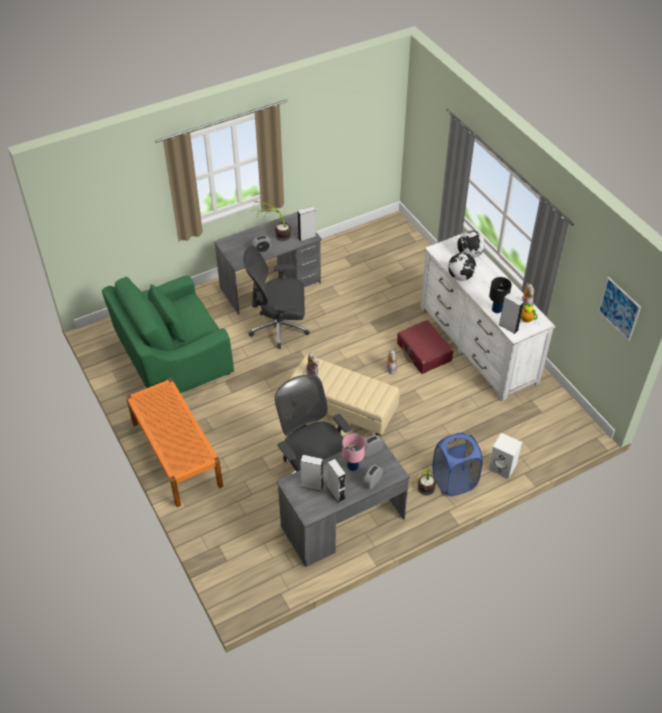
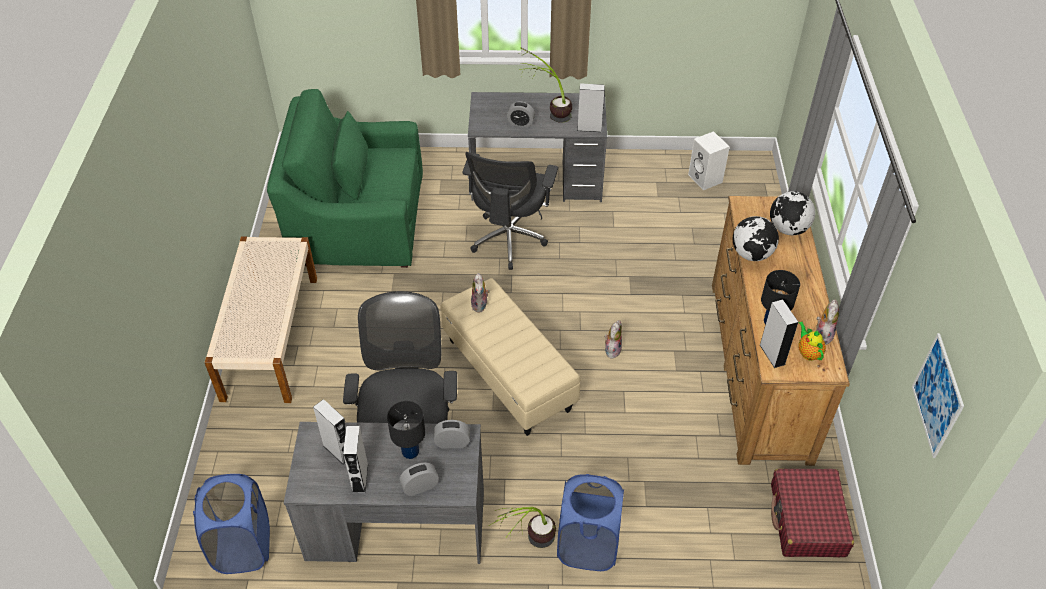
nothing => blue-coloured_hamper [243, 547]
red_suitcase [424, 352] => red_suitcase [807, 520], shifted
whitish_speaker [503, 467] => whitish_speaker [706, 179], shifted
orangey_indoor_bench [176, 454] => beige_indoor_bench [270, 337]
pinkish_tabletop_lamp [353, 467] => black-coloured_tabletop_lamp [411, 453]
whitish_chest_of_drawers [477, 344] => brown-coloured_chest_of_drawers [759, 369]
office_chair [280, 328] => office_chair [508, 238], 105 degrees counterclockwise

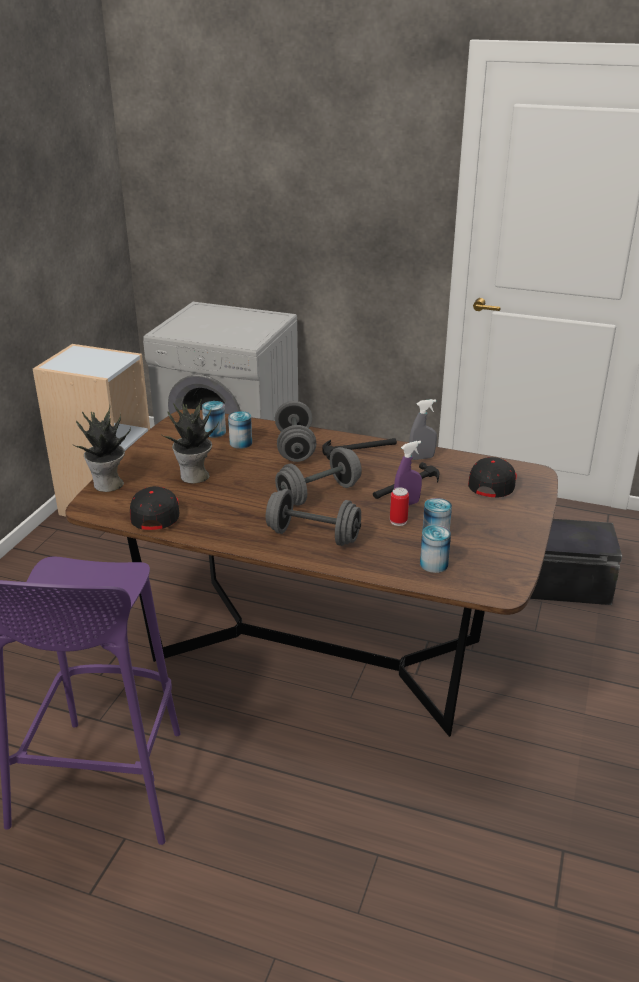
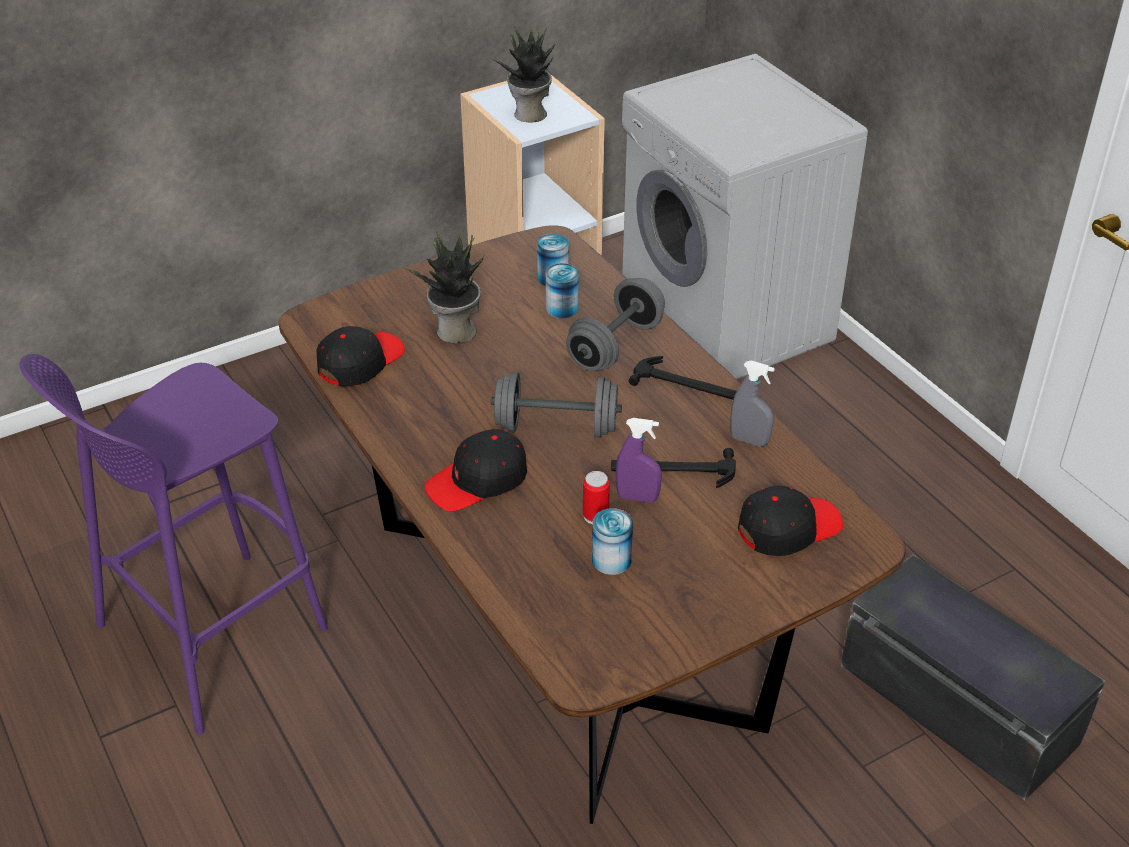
sealed_can [433, 564] => nothing
plant_in_a_pot [108, 485] => plant_in_a_pot [529, 115], shifted
grey_hand_weight [313, 536] => black-coloured_peaked_cap [478, 481]

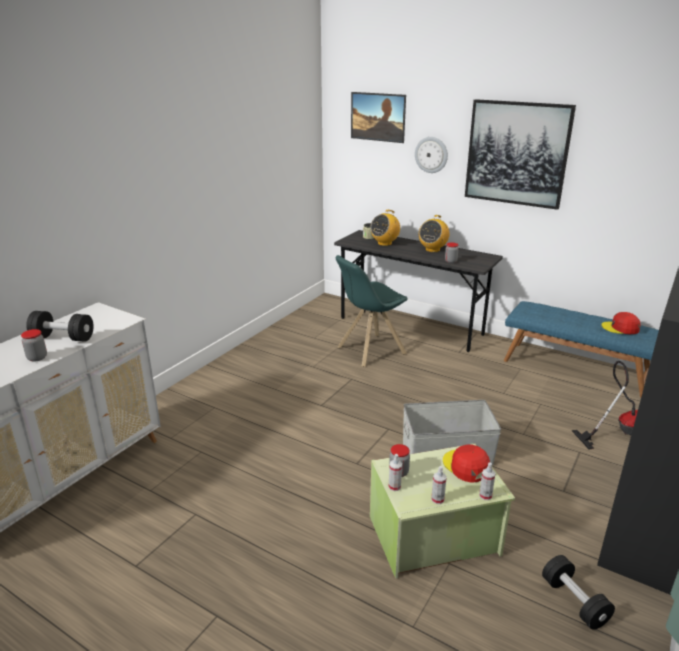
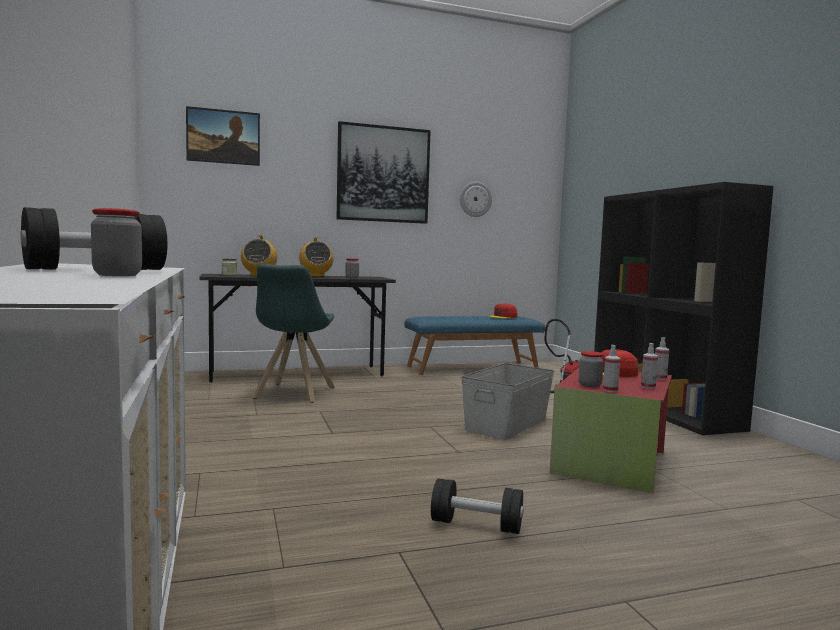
hanging_clock [431, 154] => hanging_clock [475, 199], shifted
black-coloured_hand_weight [574, 601] => black-coloured_hand_weight [476, 525], shifted
greenish_storage_bin [435, 537] => red_storage_bin [612, 462]

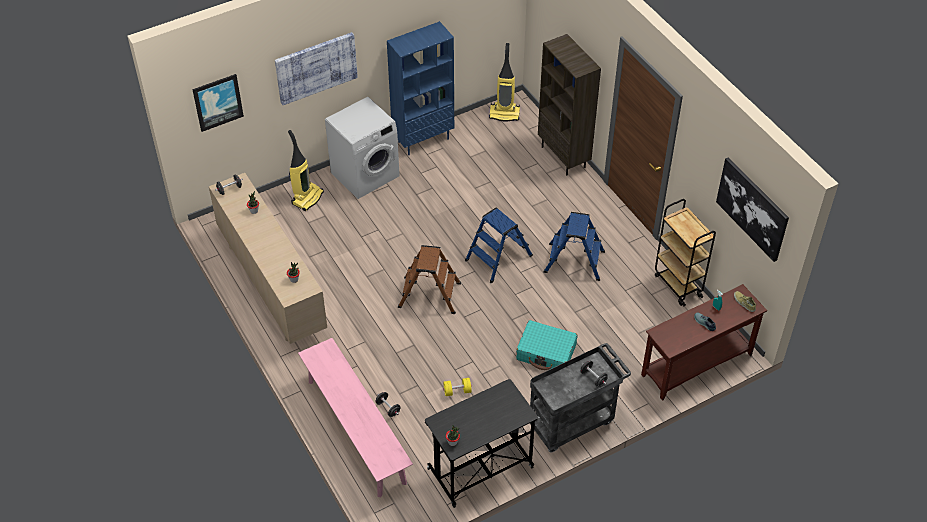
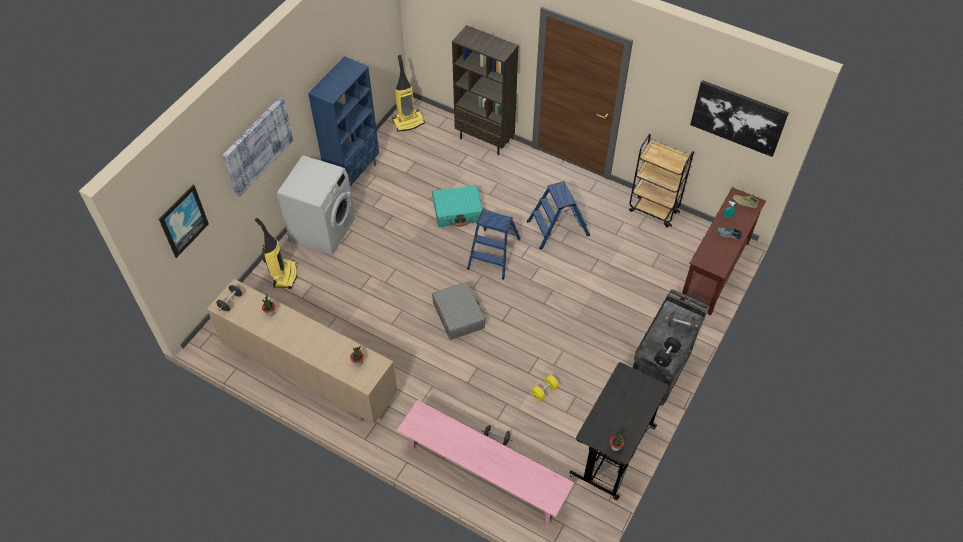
nothing => black-coloured_hand_weight [666, 356]
turquoise_suitcase [546, 352] => turquoise_suitcase [458, 211], shifted
brown-coloured_stepladder [429, 295] => grey_suitcase [458, 315]

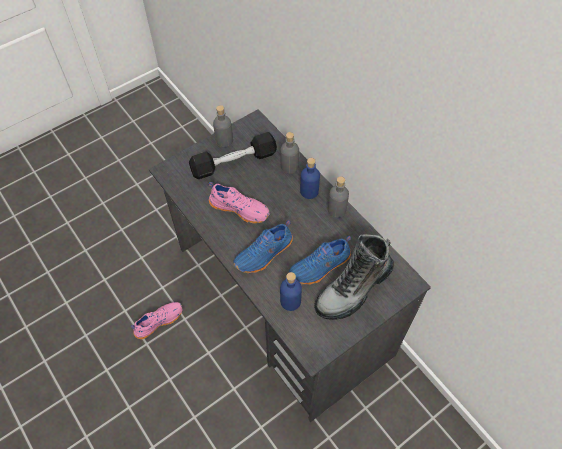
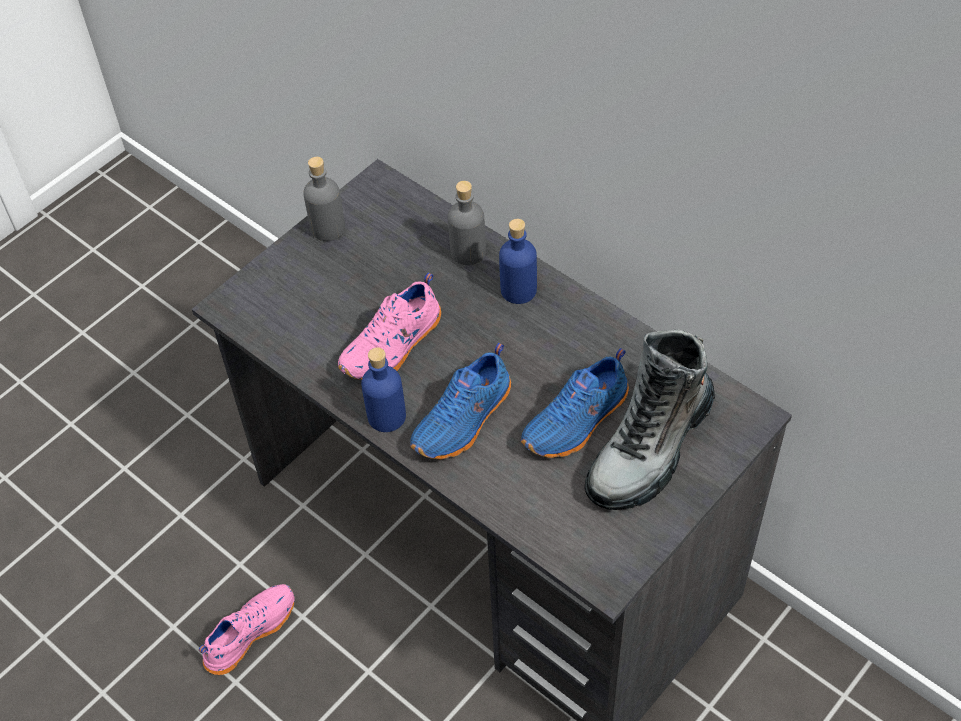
black-coloured_hand_weight [234, 162] => nothing
grey_beverage_bottle [336, 209] => nothing
blue-coloured_beverage_bottle [290, 301] => blue-coloured_beverage_bottle [386, 416], shifted
pinkish_shoe [240, 208] => pinkish_shoe [393, 346], 120 degrees clockwise

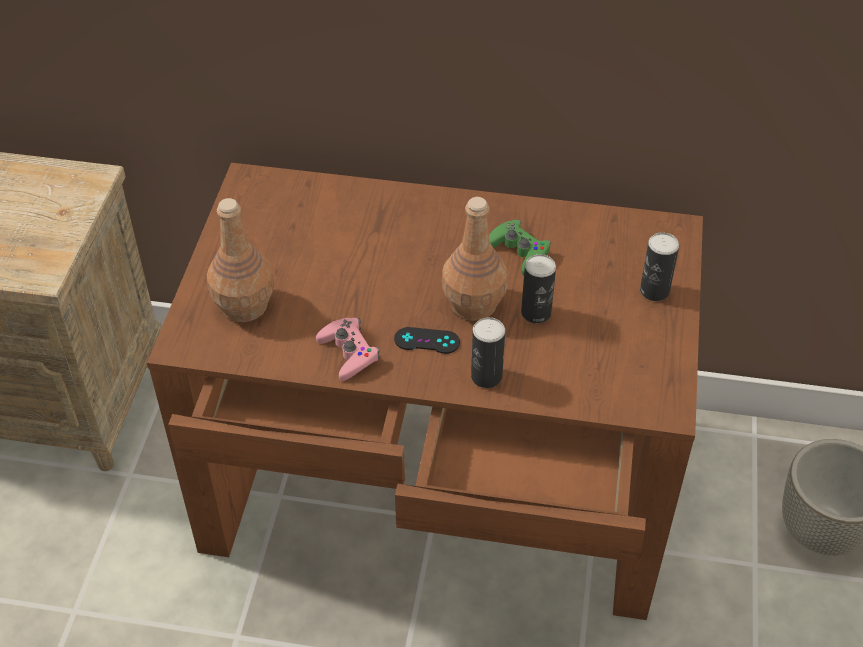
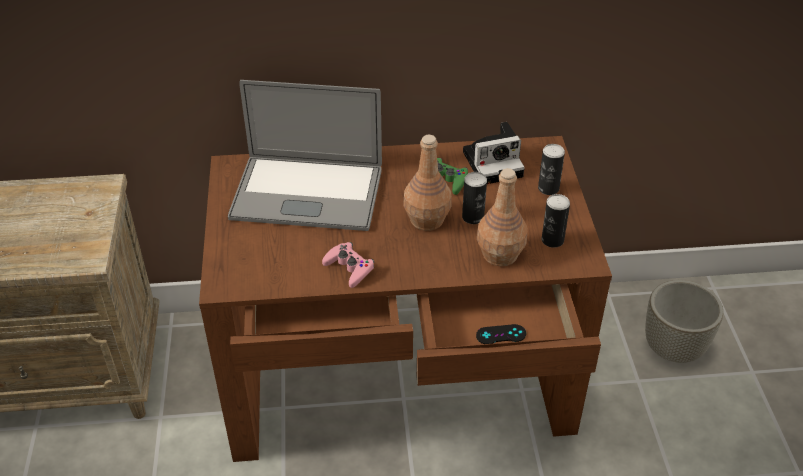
nothing => portable_computer [307, 193]
nothing => still_camera [494, 163]
brown-coloured_beverage_bottle [245, 305] => brown-coloured_beverage_bottle [500, 254], shifted
black-coloured_joypad [427, 341] => black-coloured_joypad [501, 335], shifted
sealed_can [486, 376] => sealed_can [552, 240], shifted

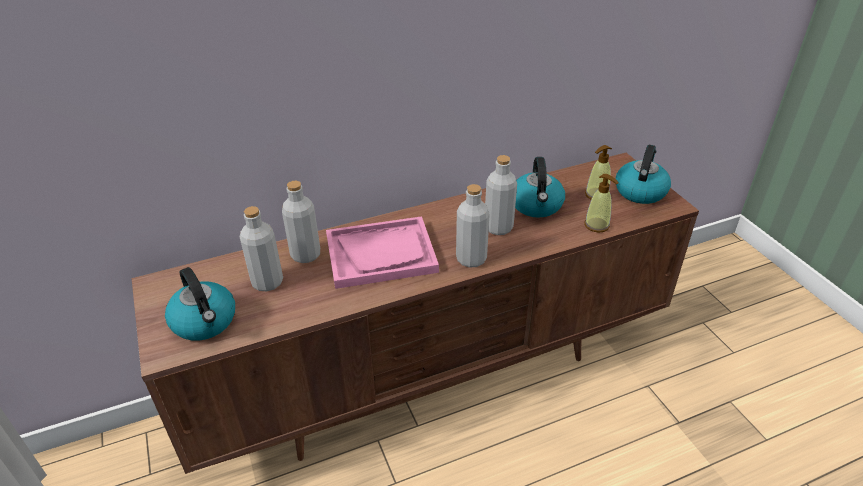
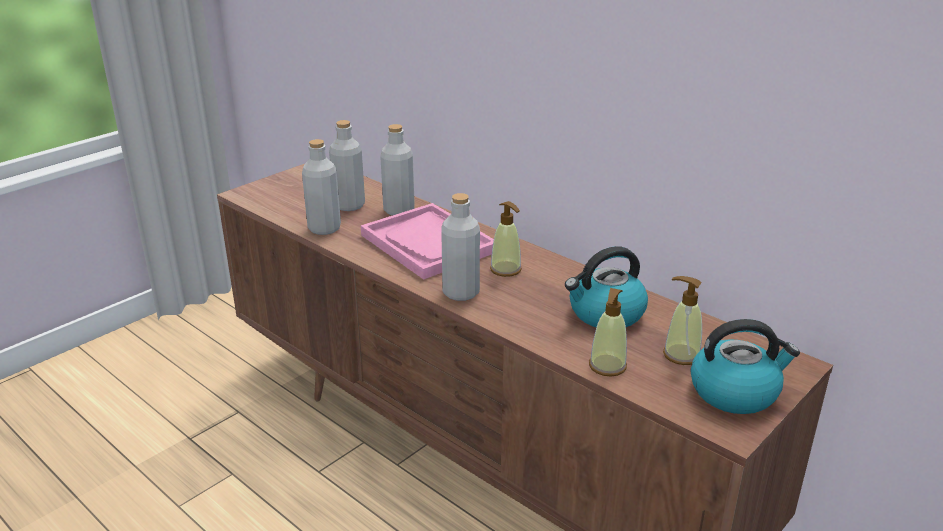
water_kettle [205, 322] => nothing
nothing => soap_bottle [506, 269]
grey_beverage_bottle [498, 227] => grey_beverage_bottle [324, 228], shifted

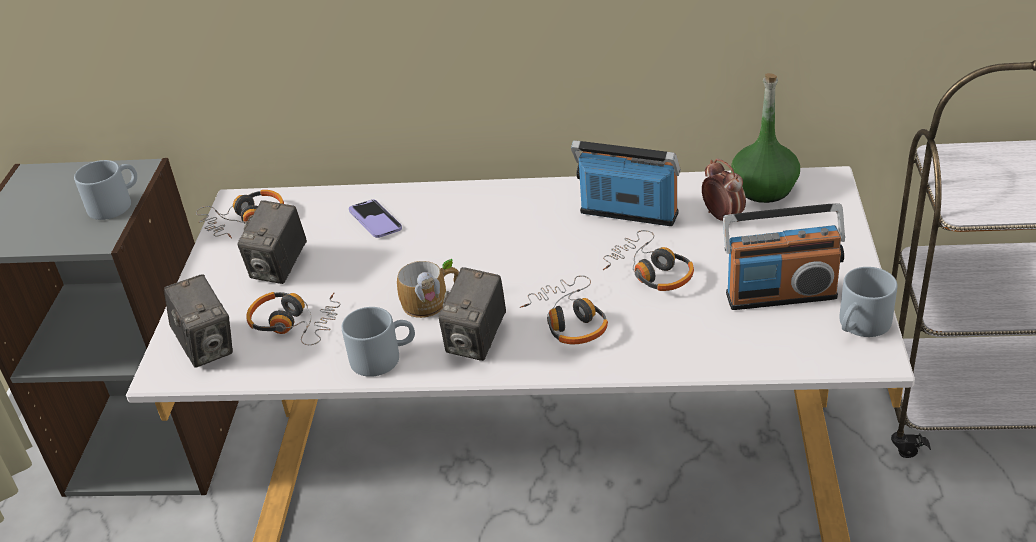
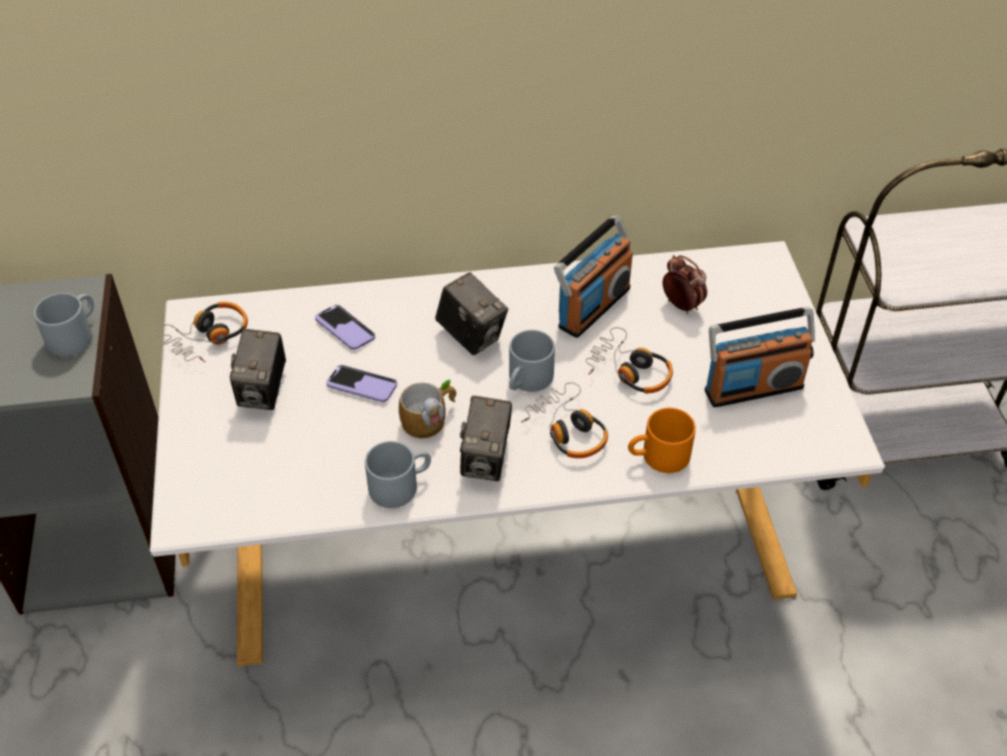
pair_of_headphones [295, 324] => nothing
greenish_beverage_bottle [764, 188] => nothing
nothing => telephone [362, 385]
nothing => orangey_tea_mug [658, 457]
still_camera [207, 347] => still_camera [471, 335], shifted
grey_tea_mug [861, 326] => grey_tea_mug [527, 381], shifted
radio_set [628, 214] => radio_set [593, 307], 120 degrees clockwise

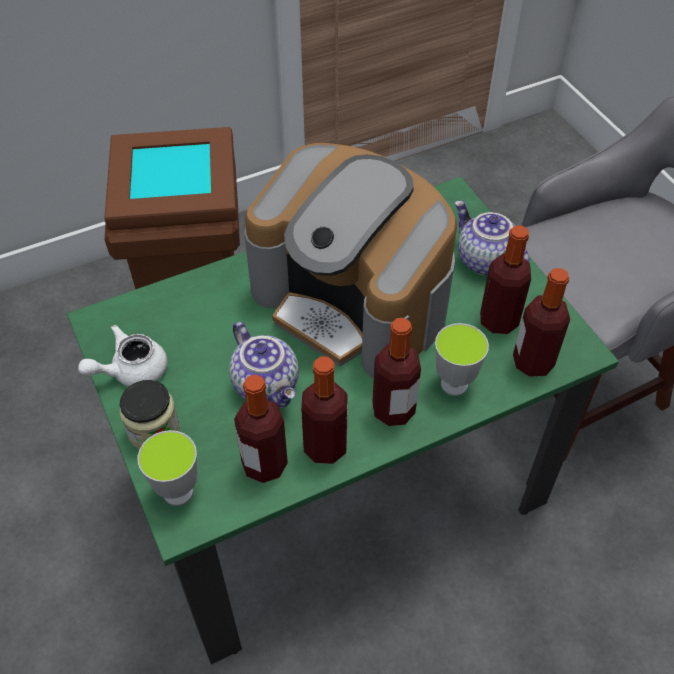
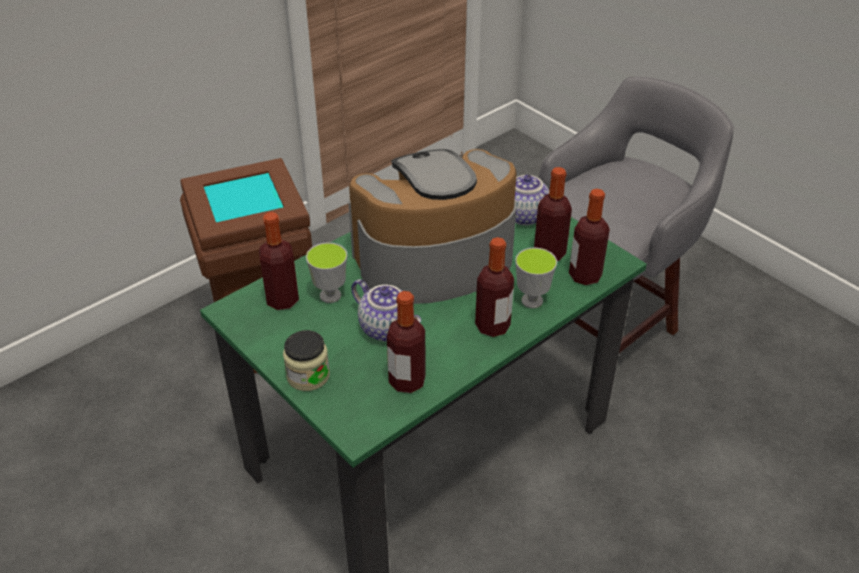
whitish_pot_for_tea [131, 371] => nothing
cup [178, 492] => cup [330, 295], shifted
beverage_bottle [325, 447] => beverage_bottle [282, 300], shifted
coffee_maker [353, 302] => coffee_maker [433, 260], 135 degrees clockwise

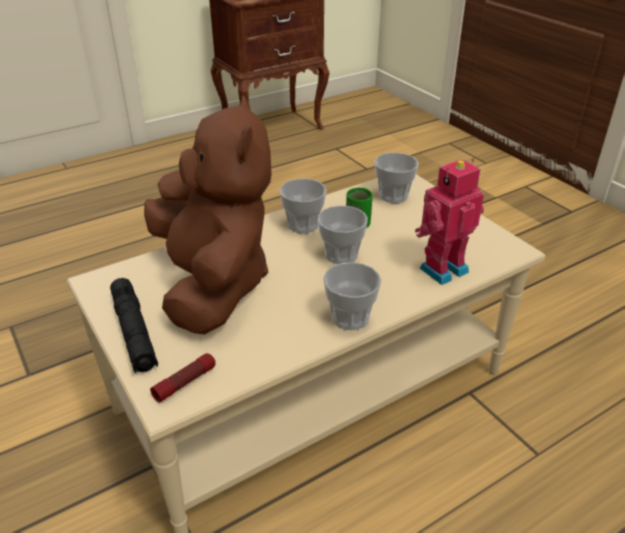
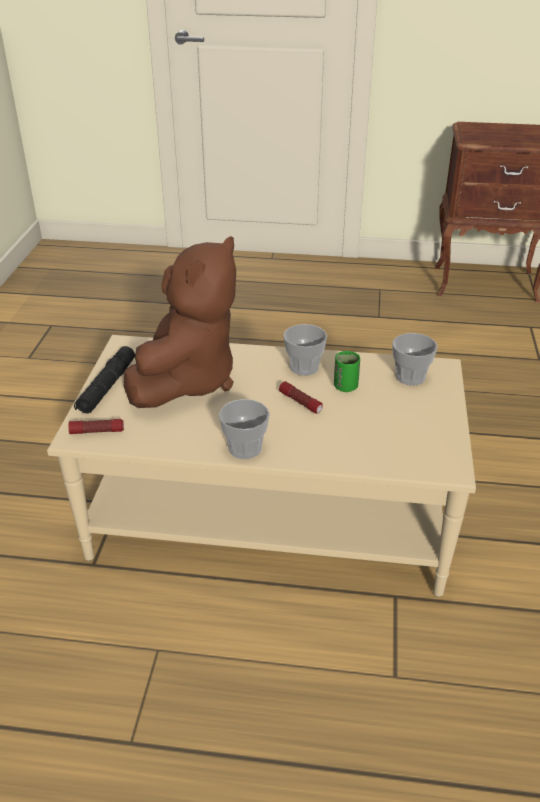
model_robot [441, 268] => nothing
cup [341, 255] => hand_torch [300, 402]

